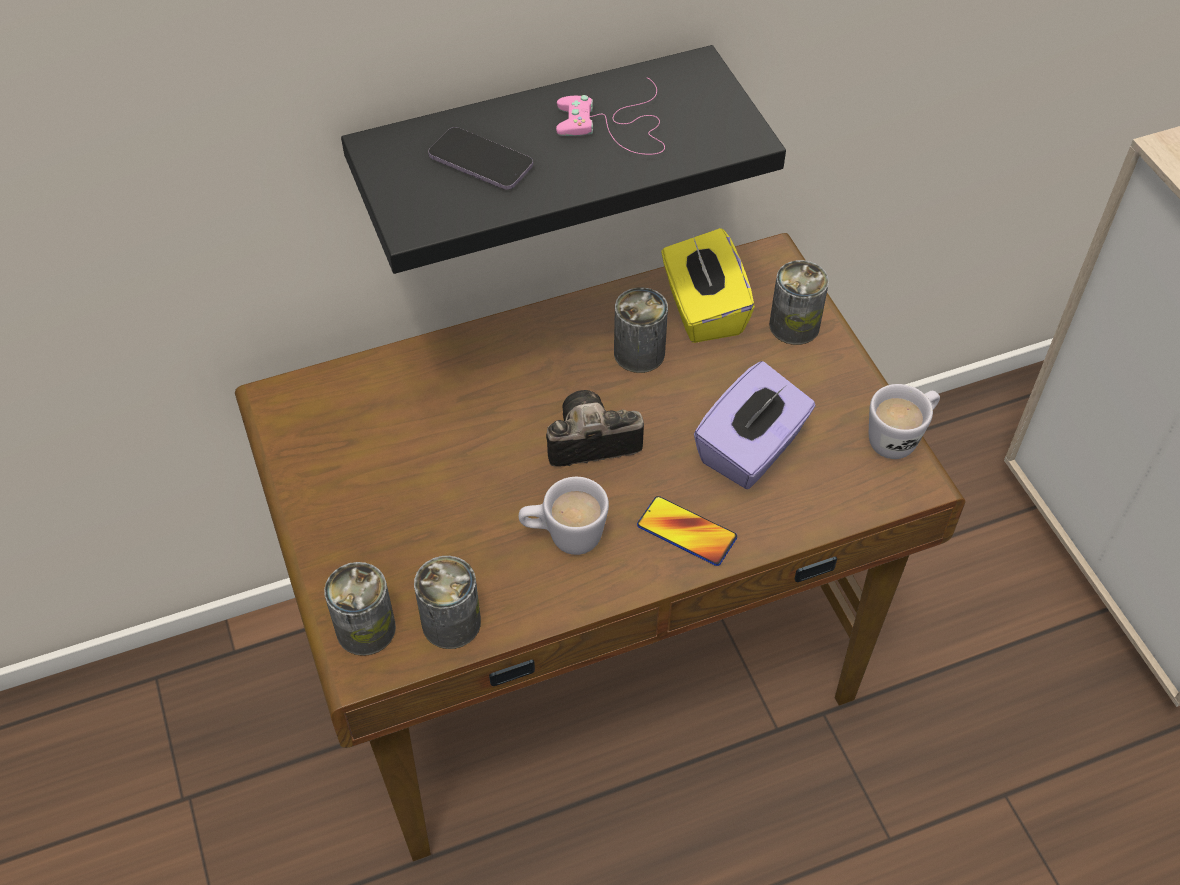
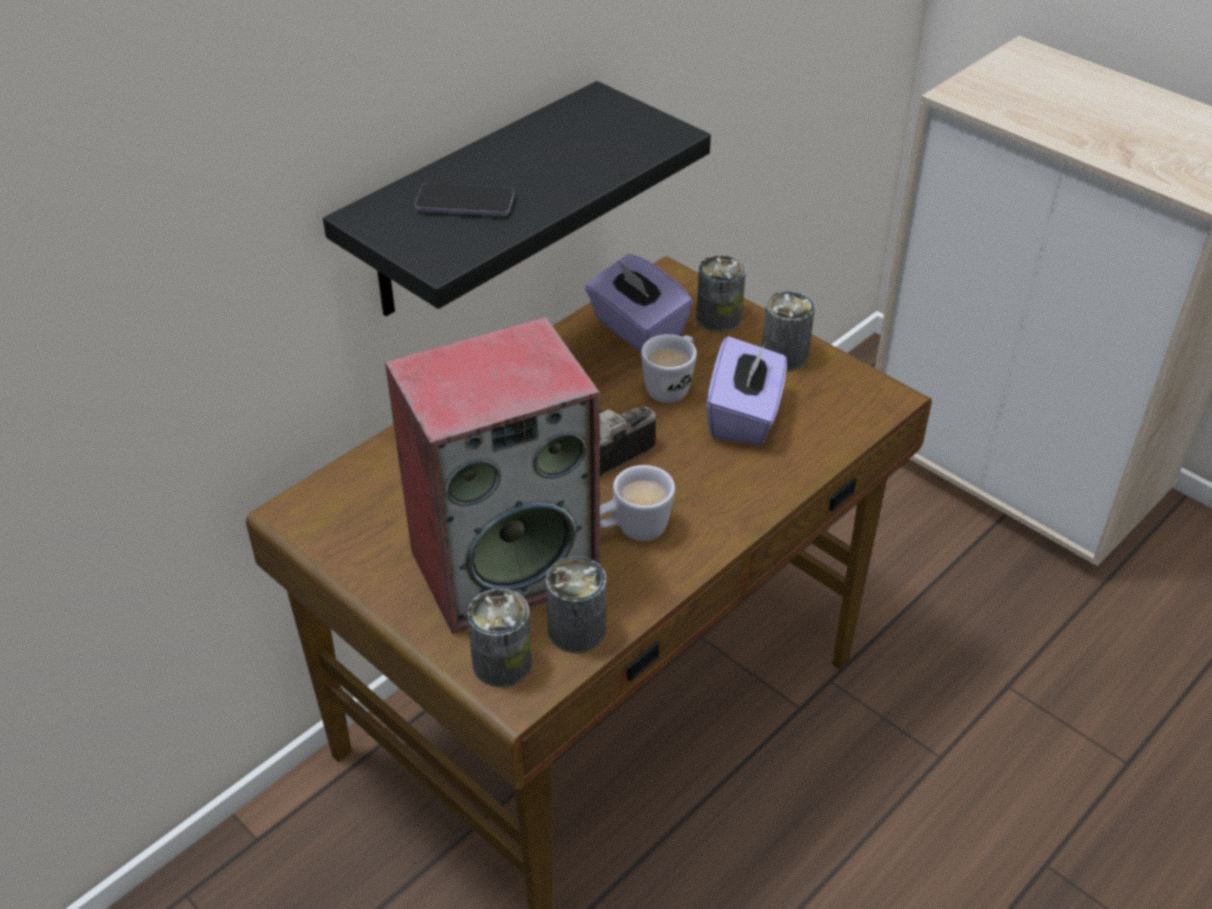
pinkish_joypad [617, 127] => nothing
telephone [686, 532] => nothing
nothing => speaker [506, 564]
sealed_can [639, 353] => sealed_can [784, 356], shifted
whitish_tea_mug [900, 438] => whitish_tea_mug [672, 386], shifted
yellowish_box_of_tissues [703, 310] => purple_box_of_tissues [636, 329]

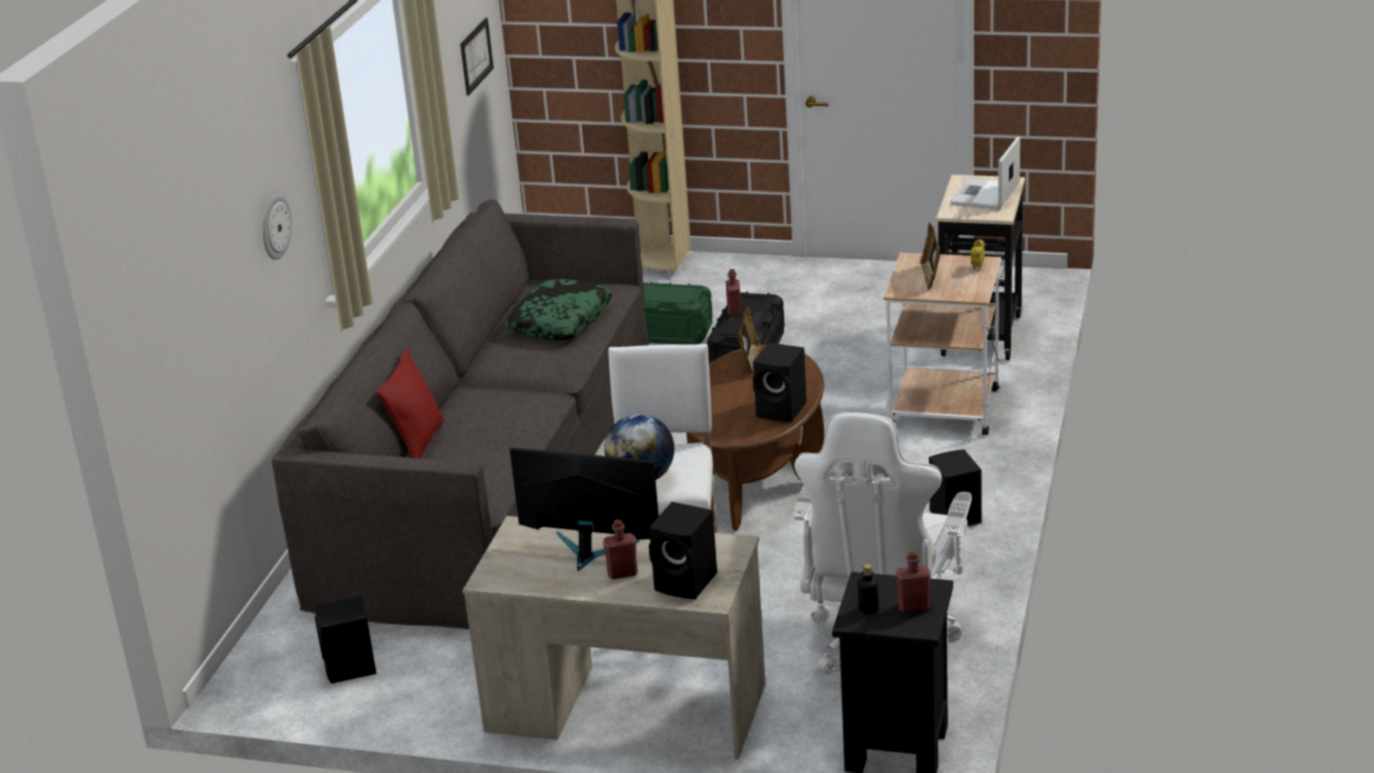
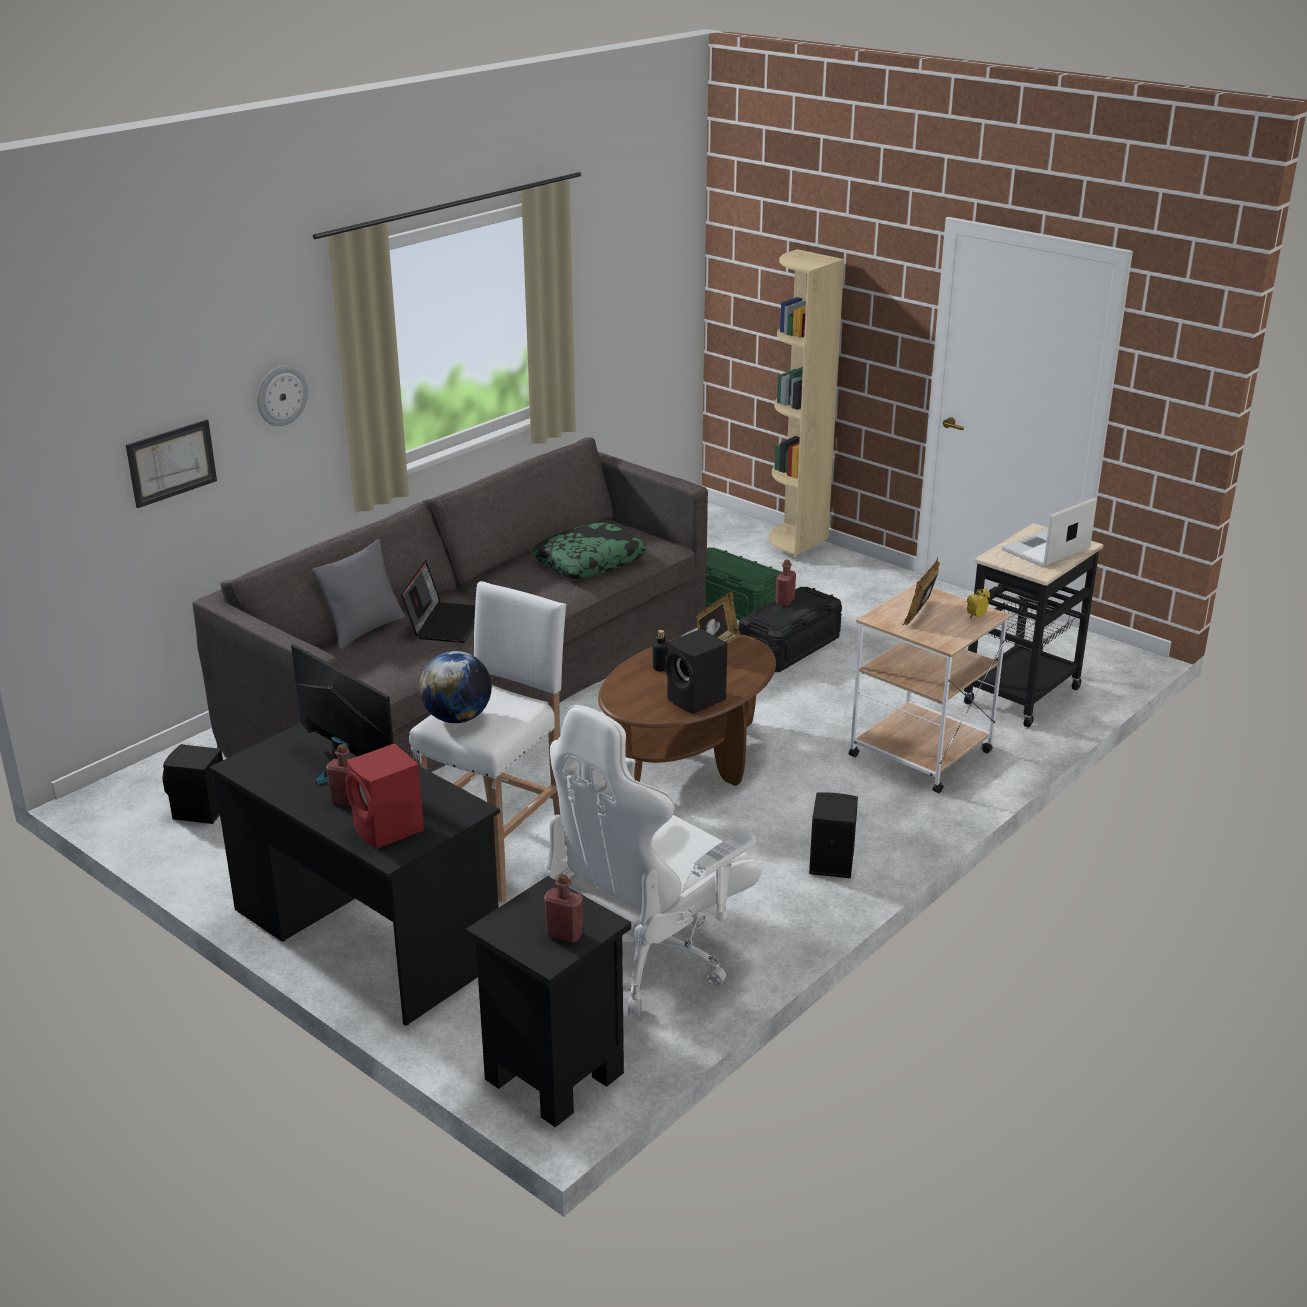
nothing => portable_computer [445, 623]
wall_art [475, 56] => wall_art [171, 462], shifted
beverage_bottle [868, 609] => beverage_bottle [660, 668], shifted
red_cushion [418, 443] => grey_cushion [364, 630]
beige_desk_table [625, 708] => black-coloured_desk_table [365, 935]
black-coloured_speaker [687, 583] => red_speaker [389, 830]

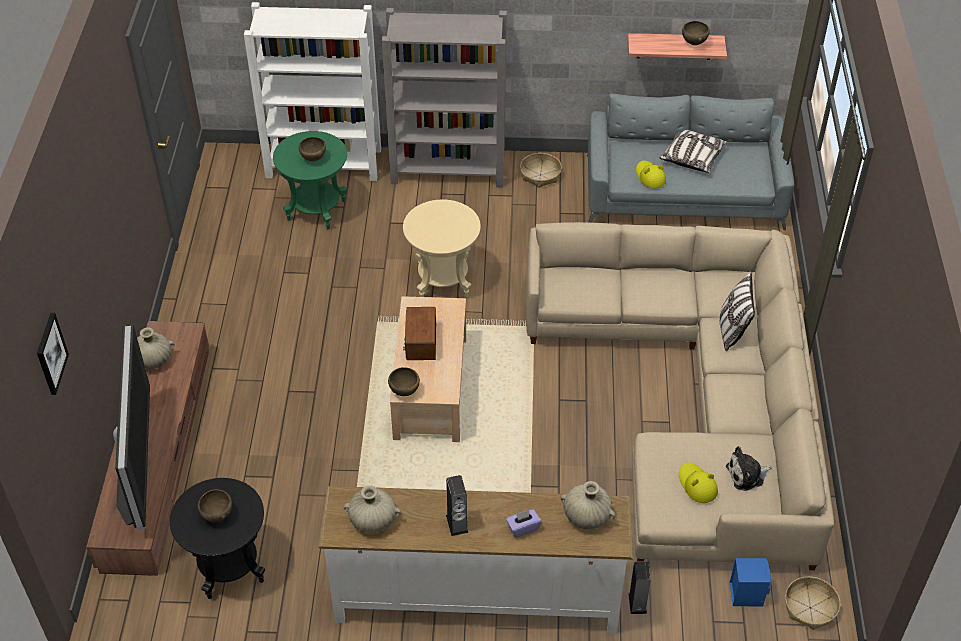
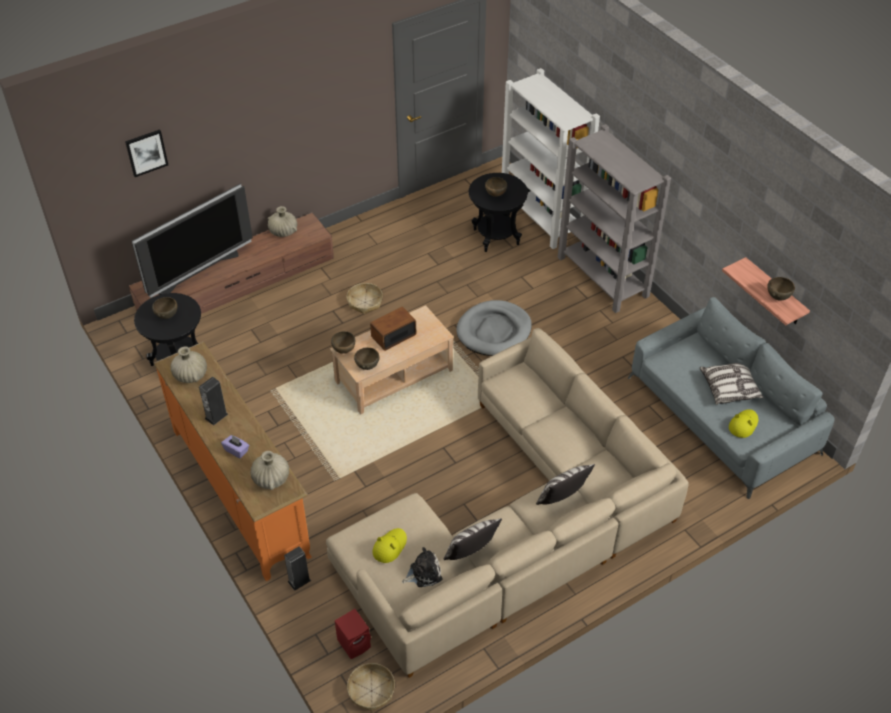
nothing => brown-coloured_deep_dish [367, 366]
nothing => cushion [471, 552]
basket [540, 175] => basket [365, 302], shifted
yellowish_hat [650, 176] => yellowish_hat [743, 424], shifted
beige_end_table [443, 281] => grey_dog_bed [494, 331]
greenish_end_table [316, 210] => black-coloured_end_table [496, 237]
whitish_cupboard [476, 598] => orangey_cupboard [241, 490]
blue-coloured_speaker [746, 593] => red_speaker [355, 643]
plush_toy [747, 475] => plush_toy [423, 573], 120 degrees clockwise

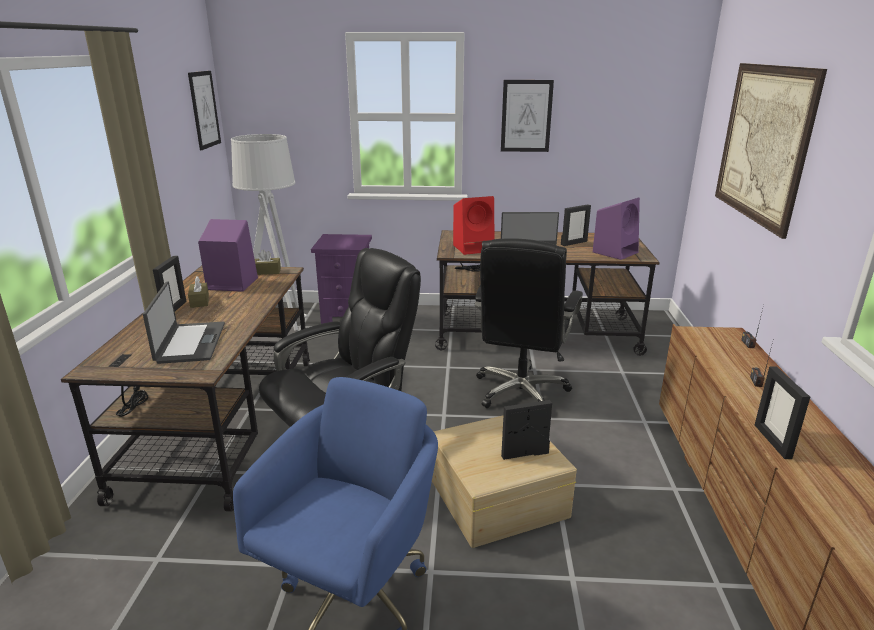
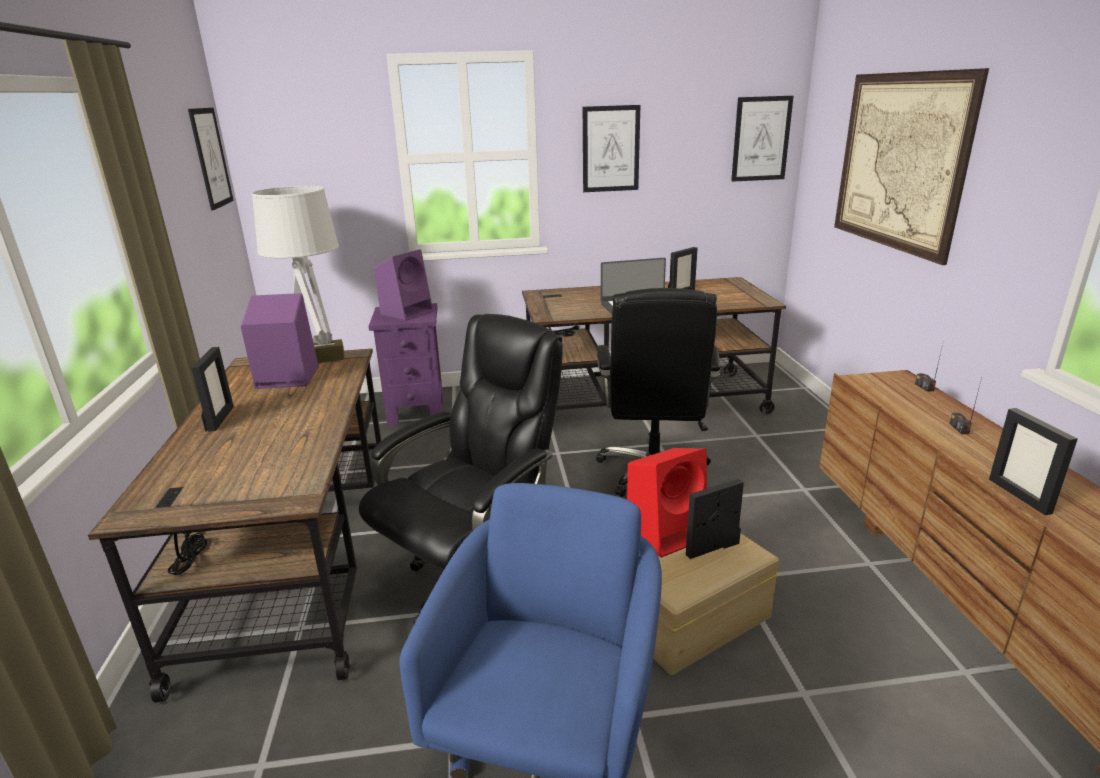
portable_computer [190, 343] => nothing
brown-coloured_box_of_tissues [199, 301] => nothing
nothing => wall_art [761, 139]
red_speaker [474, 248] => red_speaker [667, 532], shifted
purple_speaker [615, 252] => purple_speaker [407, 312], shifted

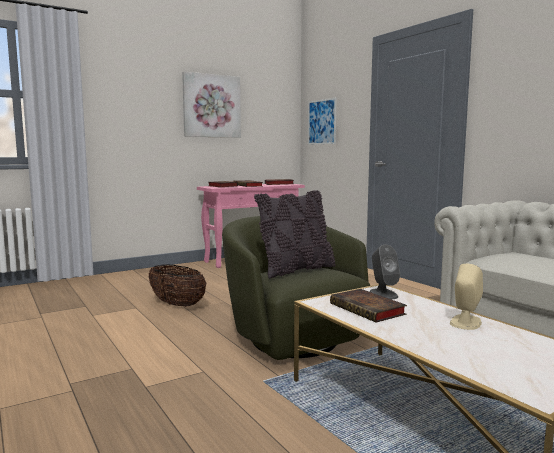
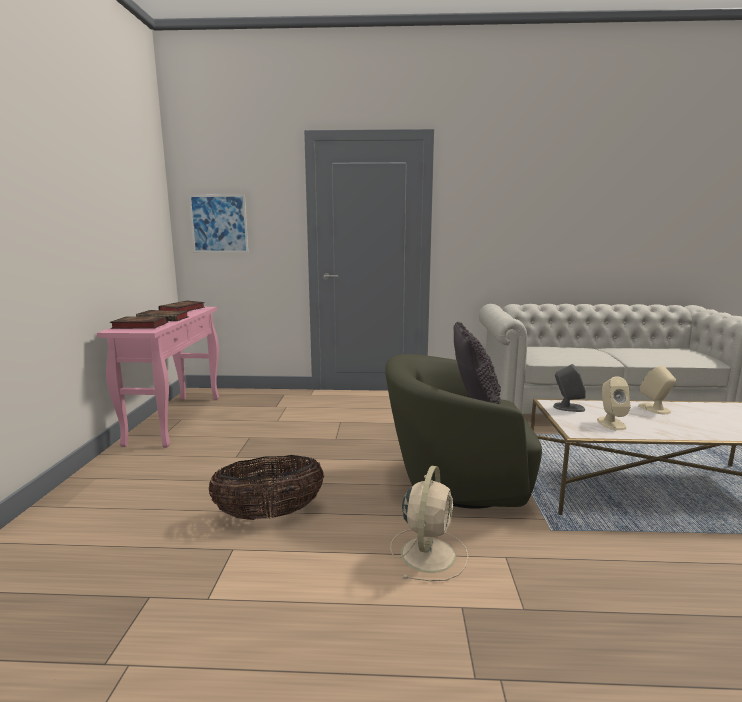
wall_art [211, 106] => nothing
nothing => beige_electric_fan [428, 552]
bound_book [369, 310] => beige_speaker [611, 423]

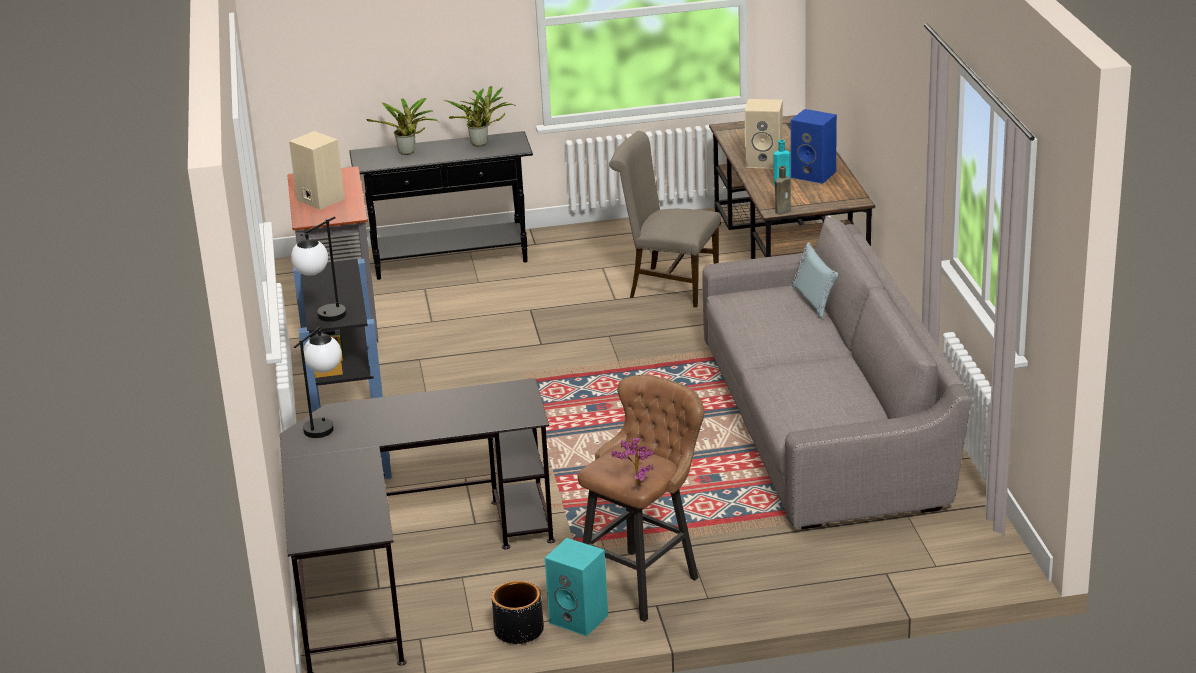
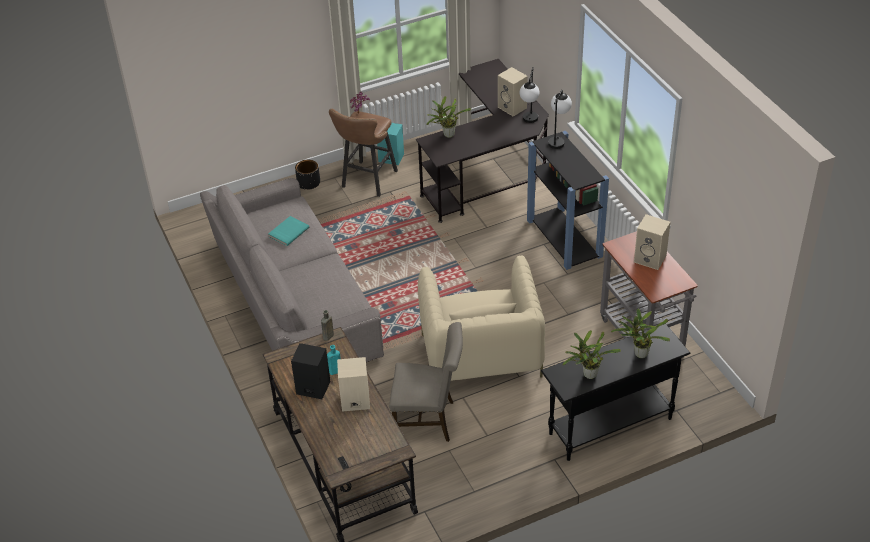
blue-coloured_cushion [814, 301] => nothing
nothing => turquoise_bound_book [288, 232]
nothing => beige_easy_chair [480, 354]
nothing => plant_in_a_pot [447, 135]
nothing => beige_speaker [513, 107]
black-coloured_planter [518, 631] => black-coloured_planter [308, 182], shifted
blue-coloured_speaker [814, 174] => black-coloured_speaker [312, 388]

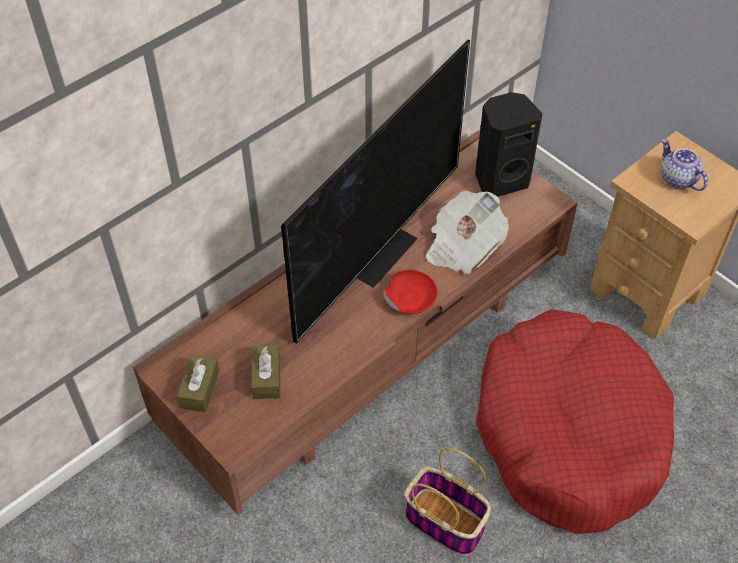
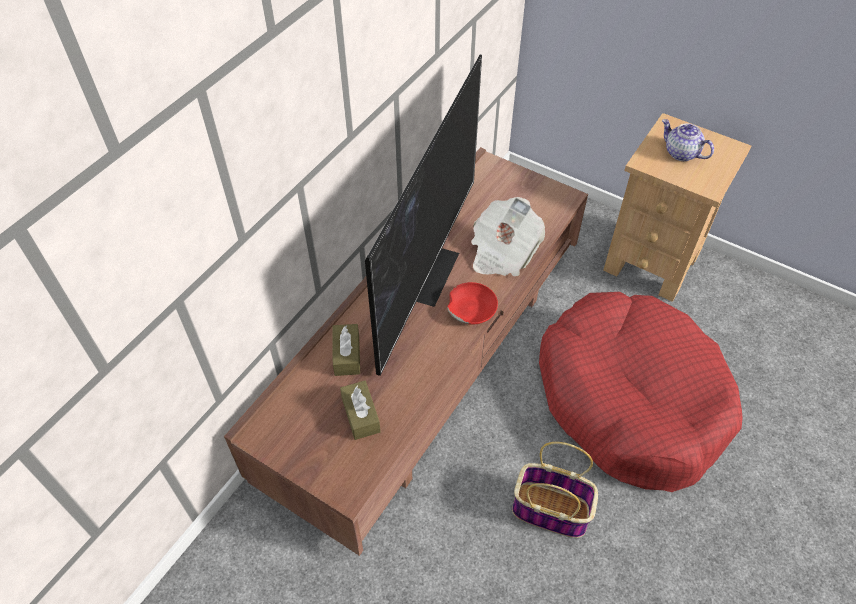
black-coloured_speaker [500, 179] => nothing
brown-coloured_box_of_tissues [199, 389] => brown-coloured_box_of_tissues [347, 355], shifted

